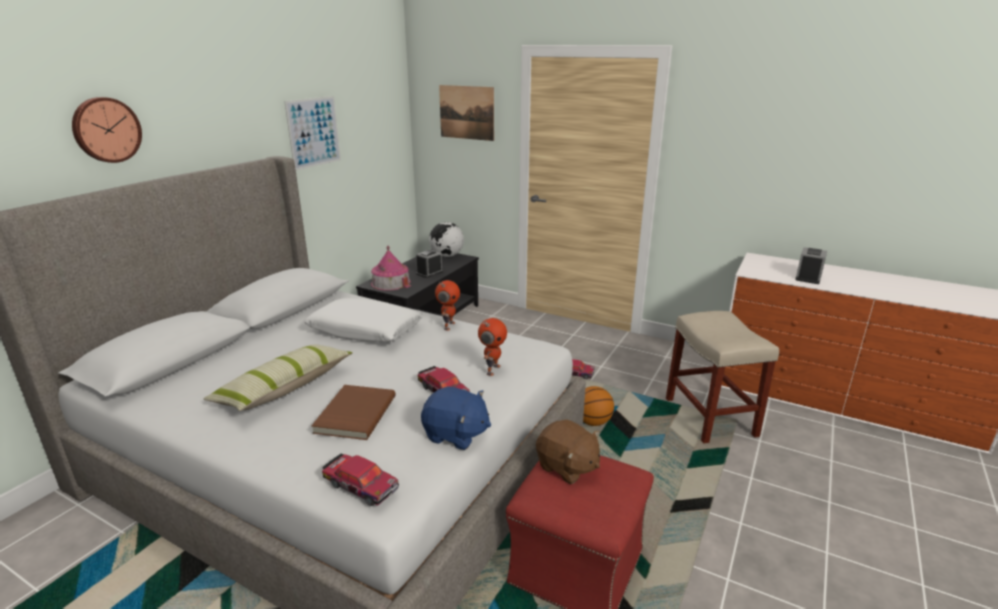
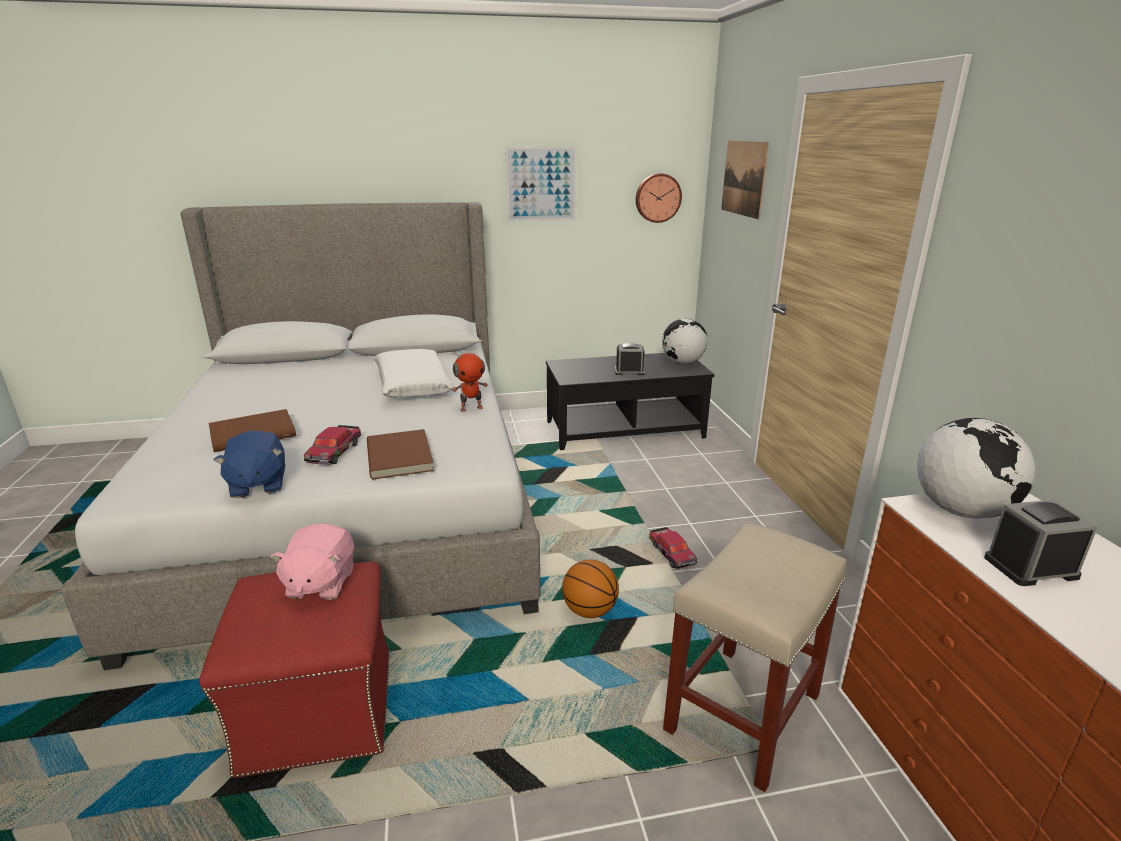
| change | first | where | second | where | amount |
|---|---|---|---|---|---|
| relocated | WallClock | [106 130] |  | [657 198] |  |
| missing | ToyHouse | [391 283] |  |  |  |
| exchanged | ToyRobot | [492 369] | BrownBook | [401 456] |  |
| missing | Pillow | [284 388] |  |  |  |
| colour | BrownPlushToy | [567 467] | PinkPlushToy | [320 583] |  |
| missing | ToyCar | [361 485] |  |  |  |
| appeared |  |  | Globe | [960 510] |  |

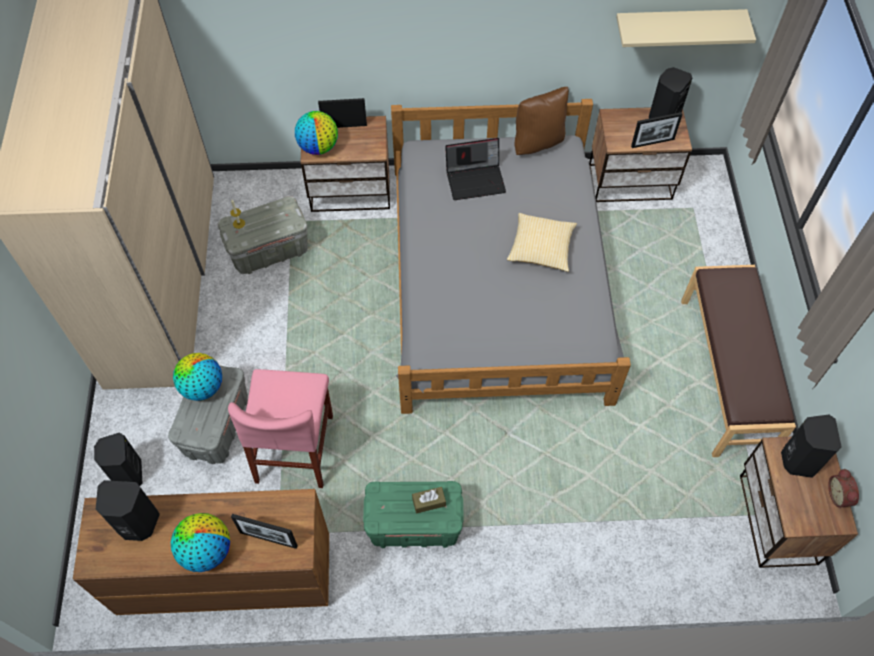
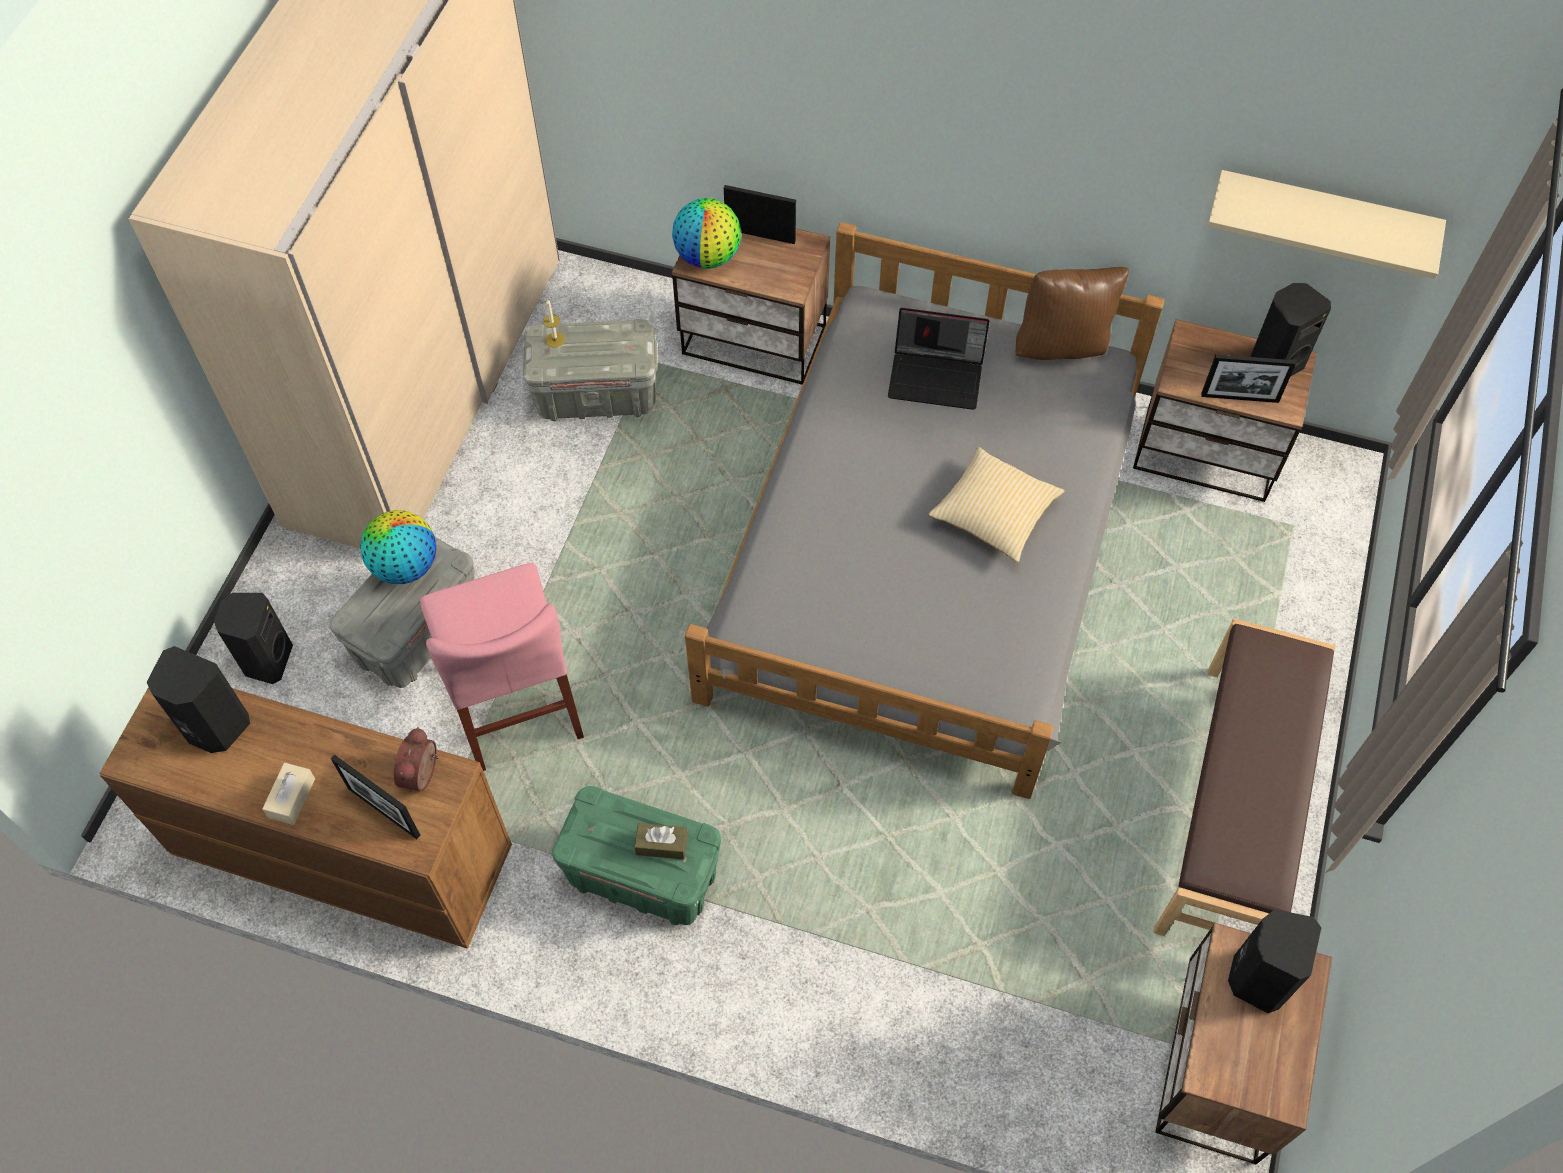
| change | first | where | second | where | amount |
|---|---|---|---|---|---|
| spun | PinkChair | [295 448] |  | [515 702] | 45 degrees counterclockwise |
| relocated | AlarmClock | [839 495] |  | [423 774] |  |
| exchanged | Globe | [206 550] | BeigeTissueBox | [292 798] |  |

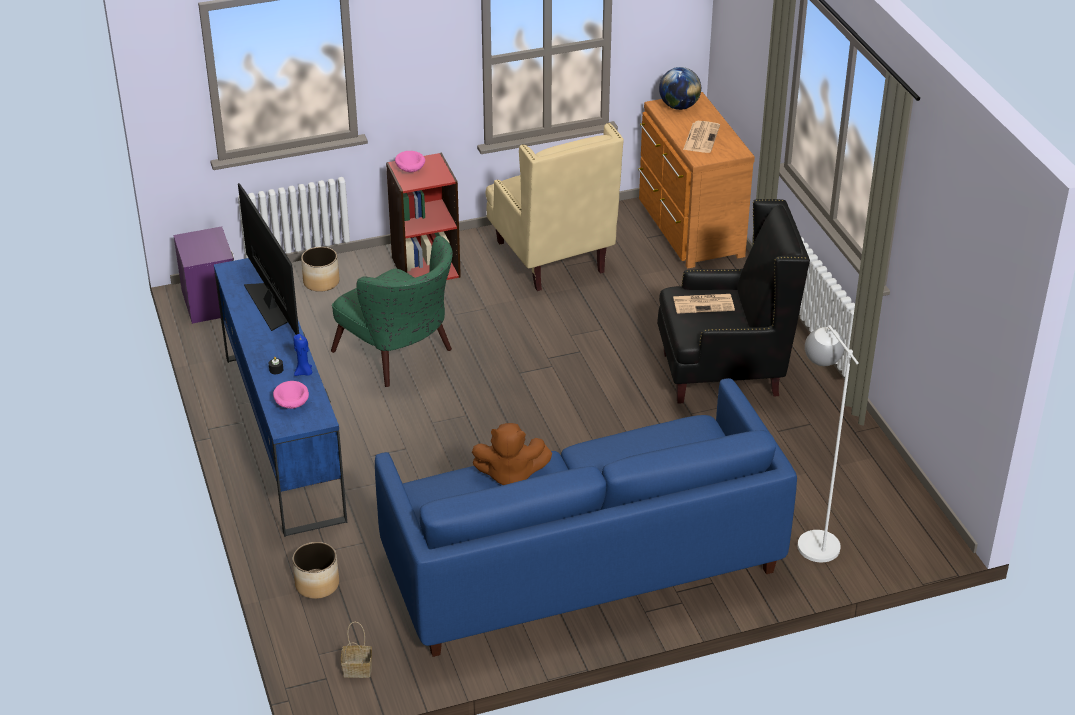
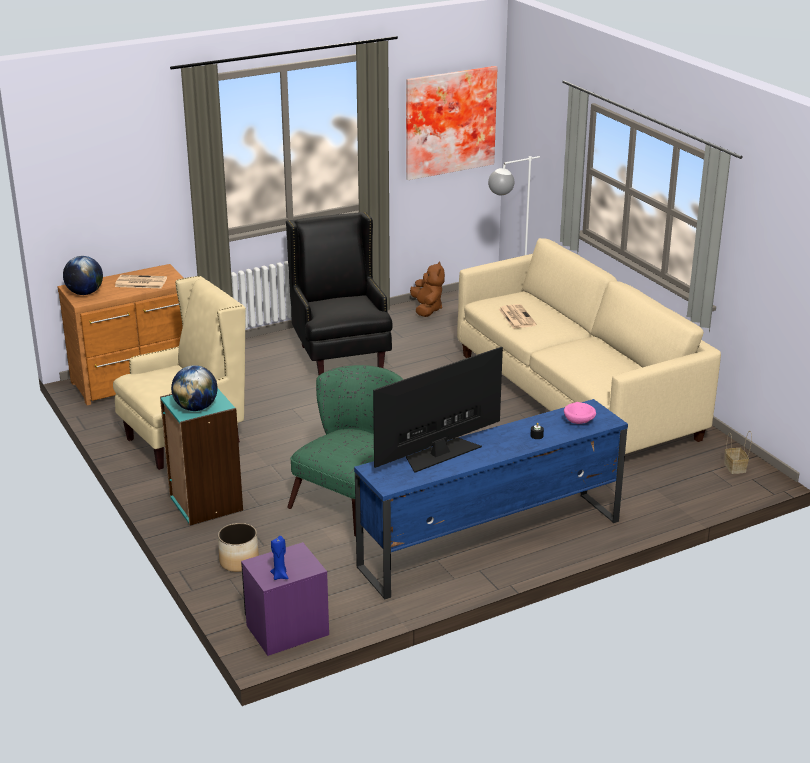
| change | first | where | second | where | amount |
|---|---|---|---|---|---|
| exchanged | PinkBowl | [410 170] | Globe | [196 408] |  |
| colour | RedBookcase | [425 267] | TurquoiseBookcase | [205 503] |  |
| relocated | Newspaper | [704 304] |  | [516 317] |  |
| relocated | BlueCandle | [304 372] |  | [280 576] |  |
| colour | BlueSofa | [581 562] | BeigeSofa | [575 396] |  |
| relocated | BrownPlushToy | [510 475] |  | [427 309] |  |
| missing | Planter | [317 584] |  |  |  |
| appeared |  |  | Picture | [448 121] |  |

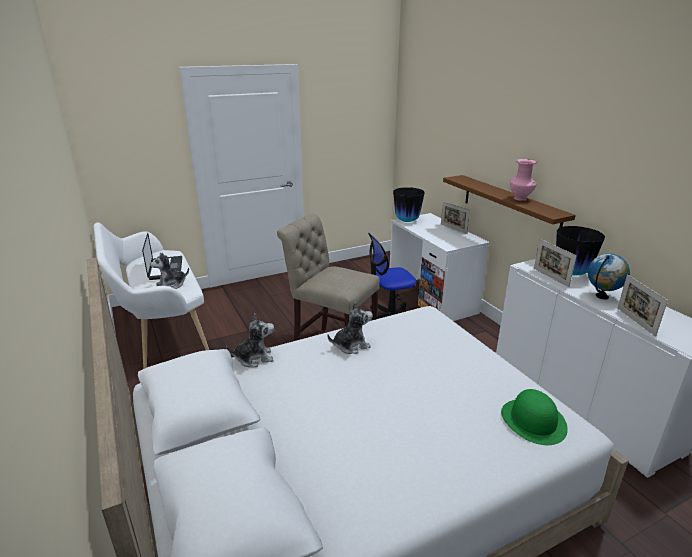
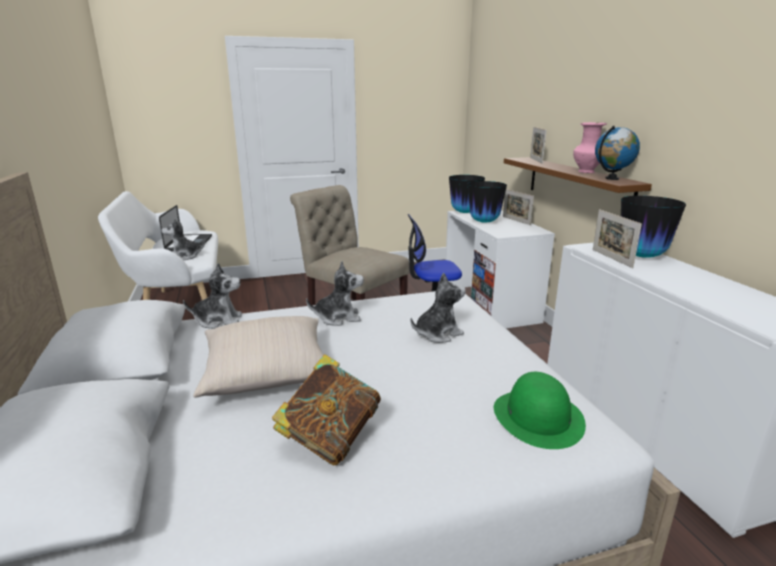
| change | first | where | second | where | amount |
|---|---|---|---|---|---|
| relocated | Globe | [602 296] |  | [612 179] |  |
| relocated | PictureFrame | [635 321] |  | [536 160] |  |
| appeared |  |  | Vase | [484 222] |  |
| appeared |  |  | PlushToy | [437 334] |  |
| appeared |  |  | BeigePillow | [267 373] |  |
| appeared |  |  | Book | [330 438] |  |

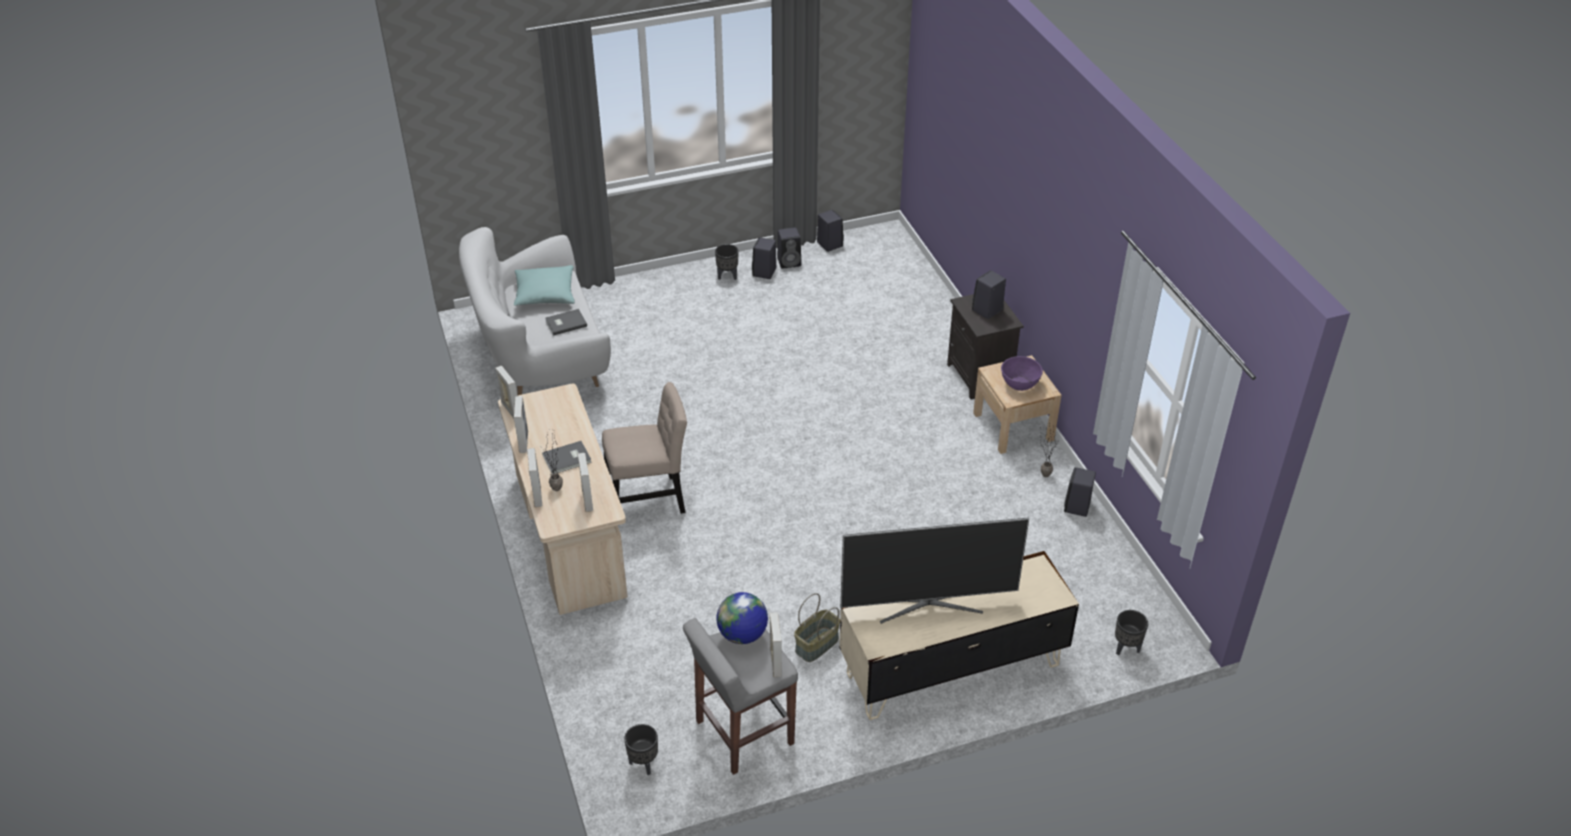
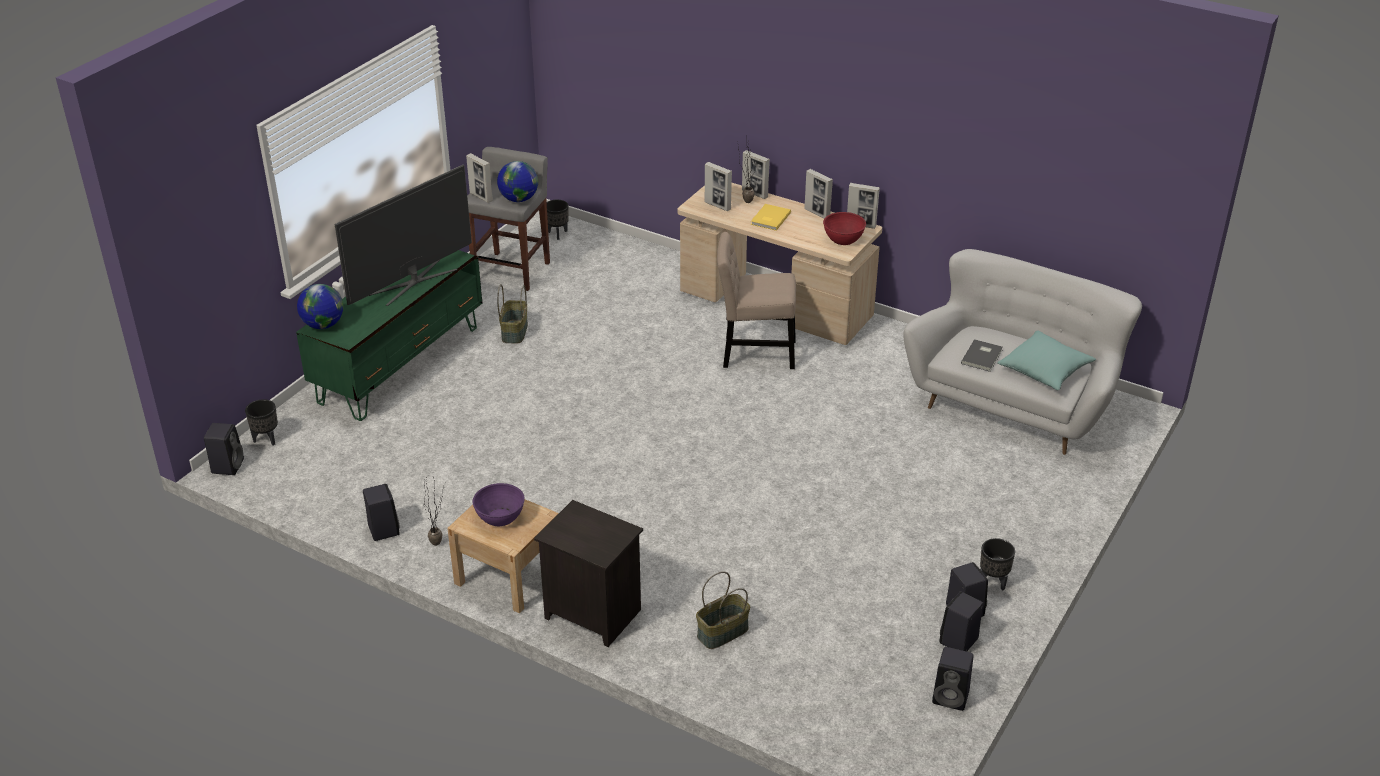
| change | first | where | second | where | amount |
|---|---|---|---|---|---|
| relocated | BlackSpeaker | [986 310] |  | [227 465] |  |
| spun | BeigeChair | [649 500] |  | [754 353] | 60 degrees clockwise |
| colour | GreyBook | [568 459] | YellowBook | [769 218] |  |
| colour | BeigeTvStand | [951 668] | GreenTvStand | [400 364] |  |
| appeared |  |  | RedBowl | [843 239] |  |
| appeared |  |  | Globe | [323 325] |  |
| appeared |  |  | Basket | [722 633] |  |

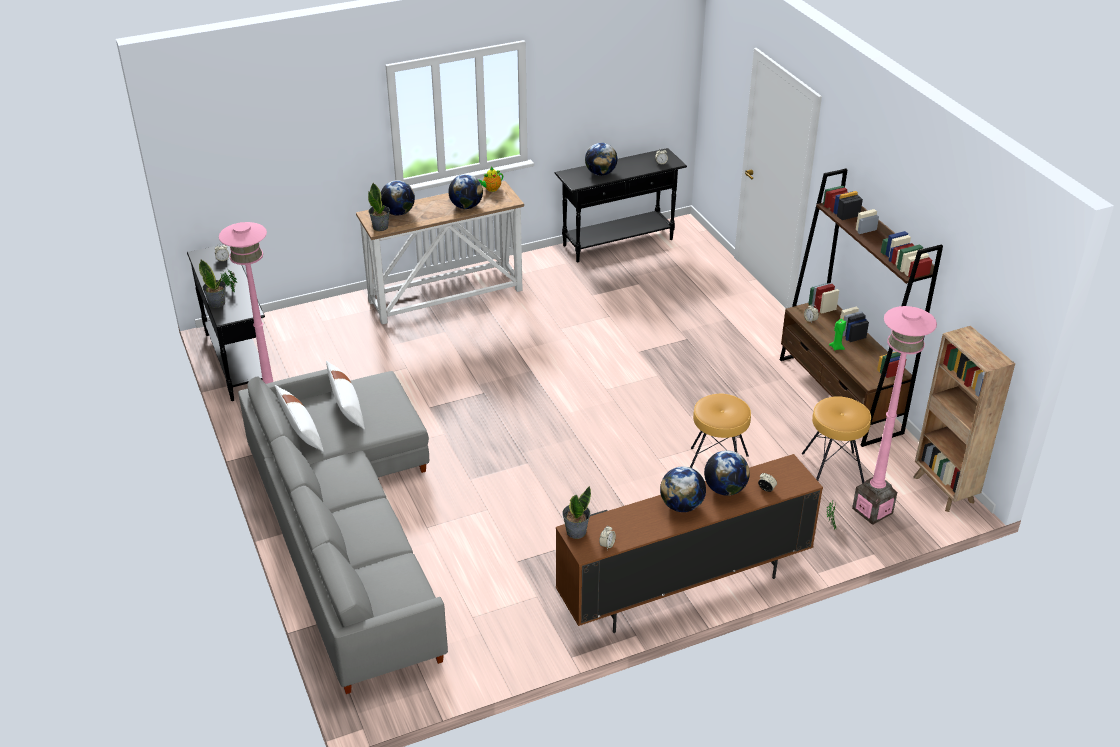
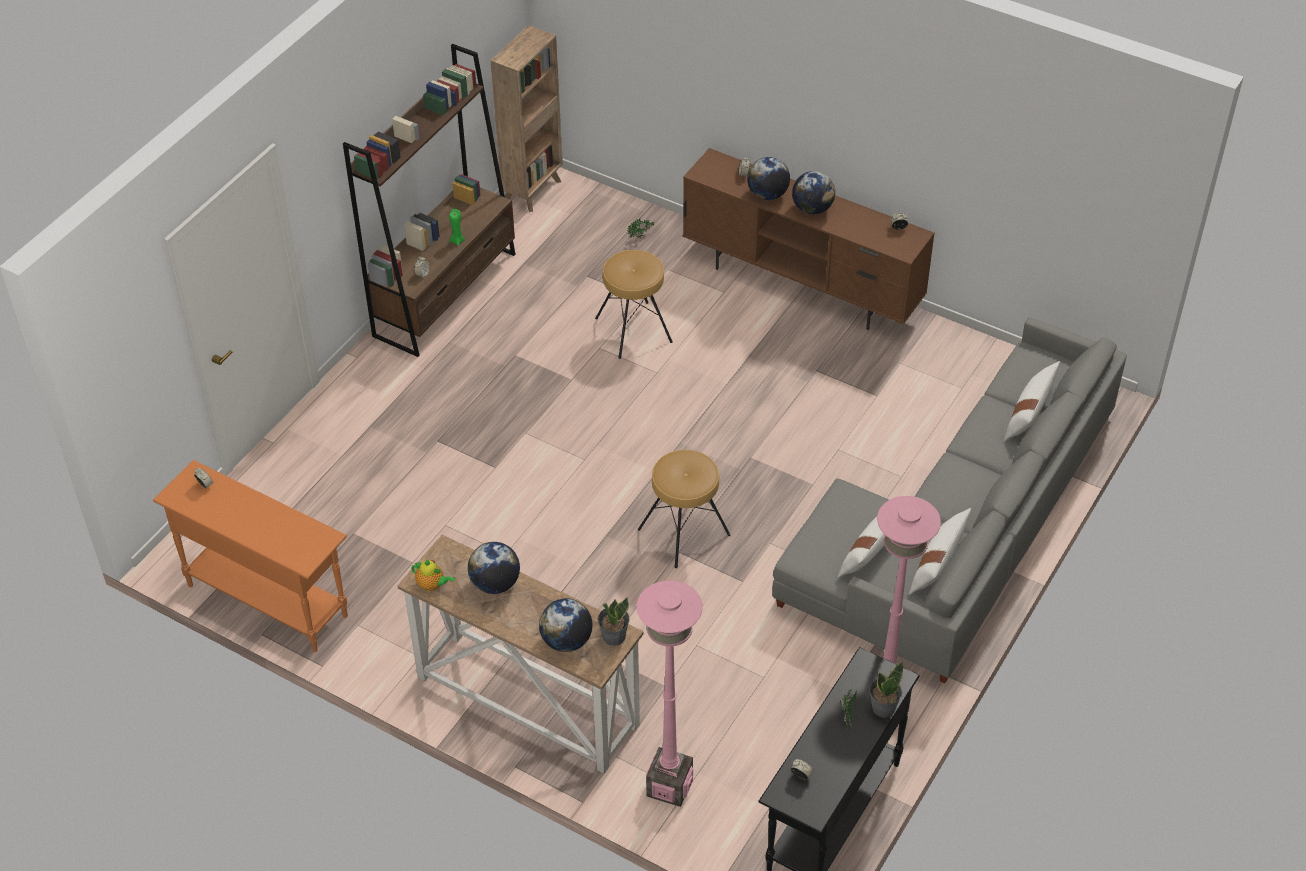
| change | first | where | second | where | amount |
|---|---|---|---|---|---|
| missing | Globe | [601 173] |  |  |  |
| colour | BlackConsoleTable | [618 242] | OrangeConsoleTable | [267 600] |  |
| relocated | PinkFloorLamp | [872 511] |  | [670 786] |  |
| relocated | BrownStool | [832 471] |  | [684 532] |  |
| missing | PottedPlant | [576 531] |  |  |  |
| appeared |  |  | WhitePillow | [1029 414] |  |

